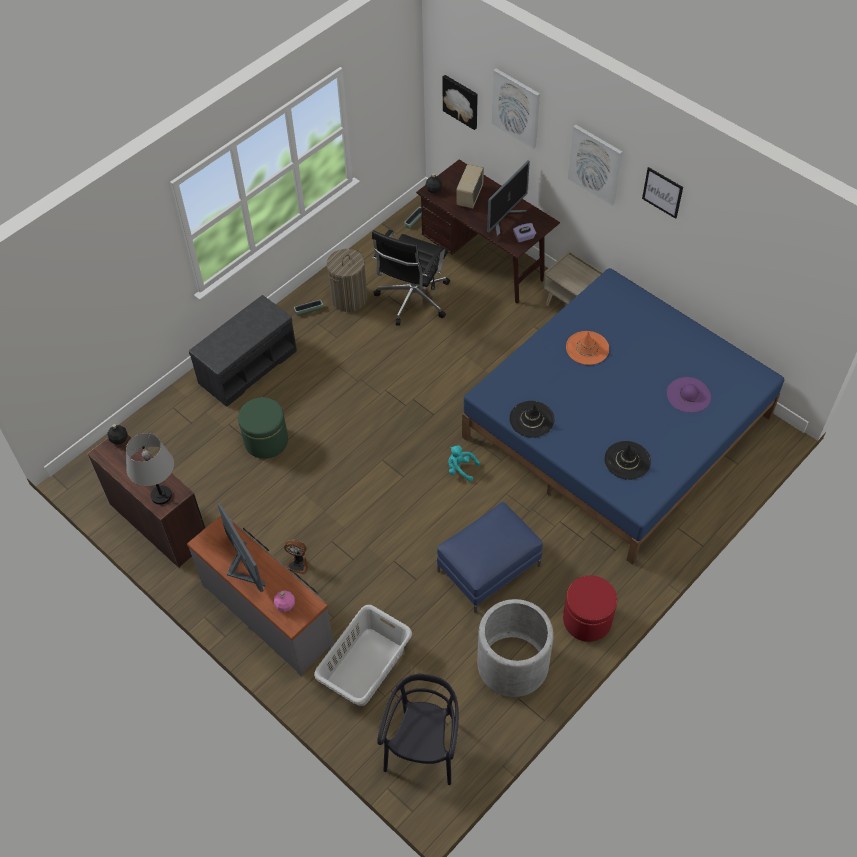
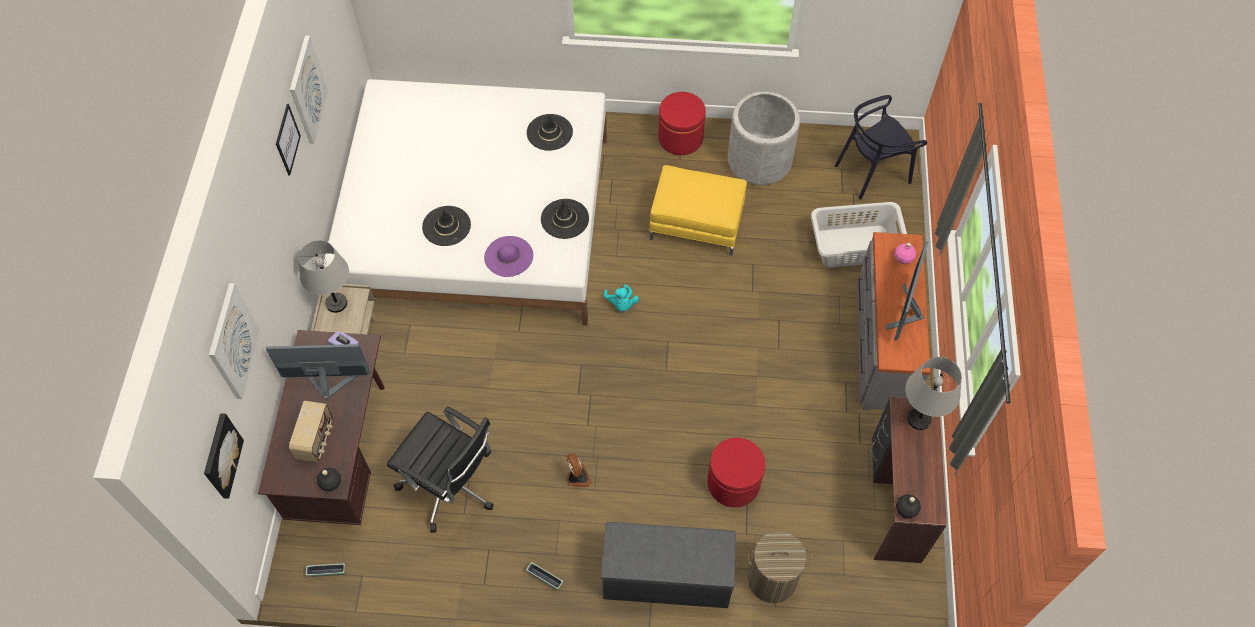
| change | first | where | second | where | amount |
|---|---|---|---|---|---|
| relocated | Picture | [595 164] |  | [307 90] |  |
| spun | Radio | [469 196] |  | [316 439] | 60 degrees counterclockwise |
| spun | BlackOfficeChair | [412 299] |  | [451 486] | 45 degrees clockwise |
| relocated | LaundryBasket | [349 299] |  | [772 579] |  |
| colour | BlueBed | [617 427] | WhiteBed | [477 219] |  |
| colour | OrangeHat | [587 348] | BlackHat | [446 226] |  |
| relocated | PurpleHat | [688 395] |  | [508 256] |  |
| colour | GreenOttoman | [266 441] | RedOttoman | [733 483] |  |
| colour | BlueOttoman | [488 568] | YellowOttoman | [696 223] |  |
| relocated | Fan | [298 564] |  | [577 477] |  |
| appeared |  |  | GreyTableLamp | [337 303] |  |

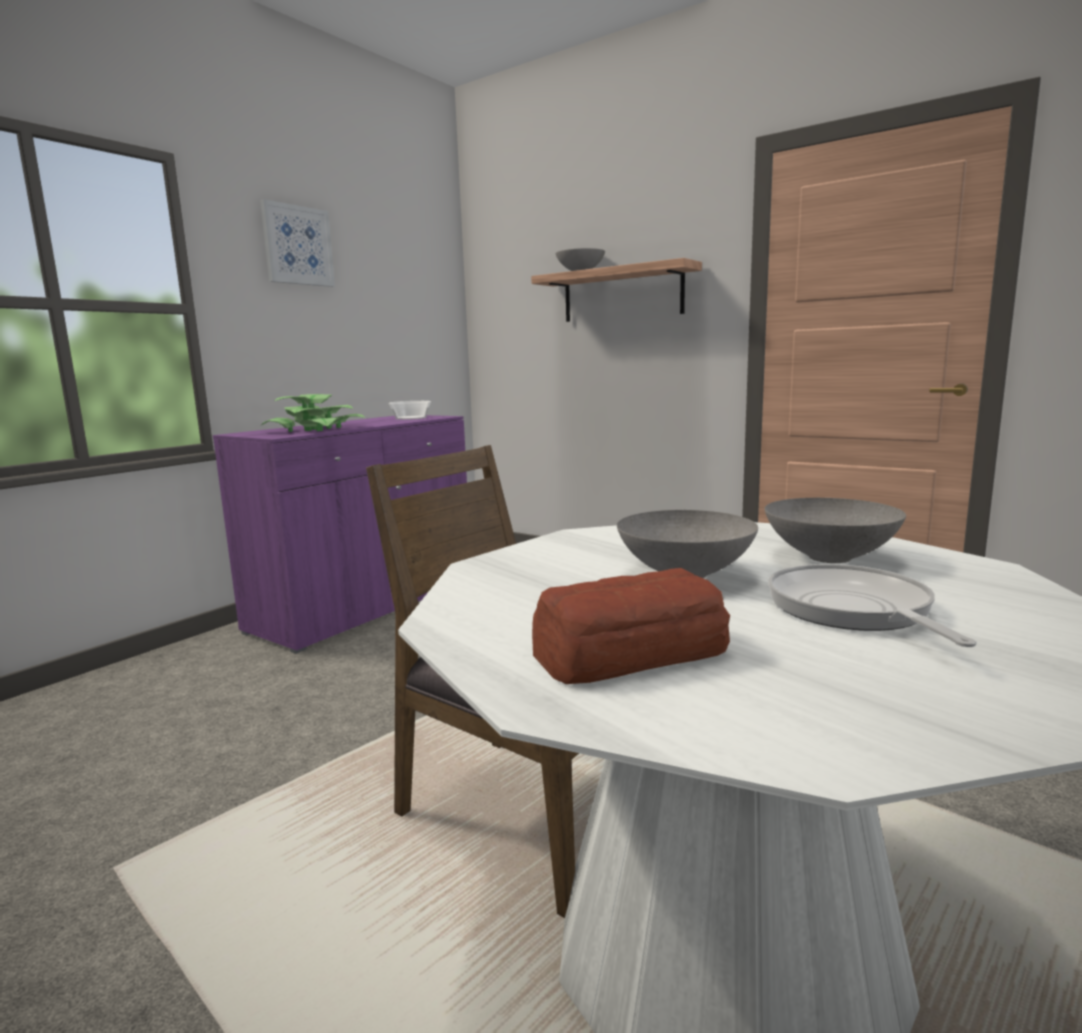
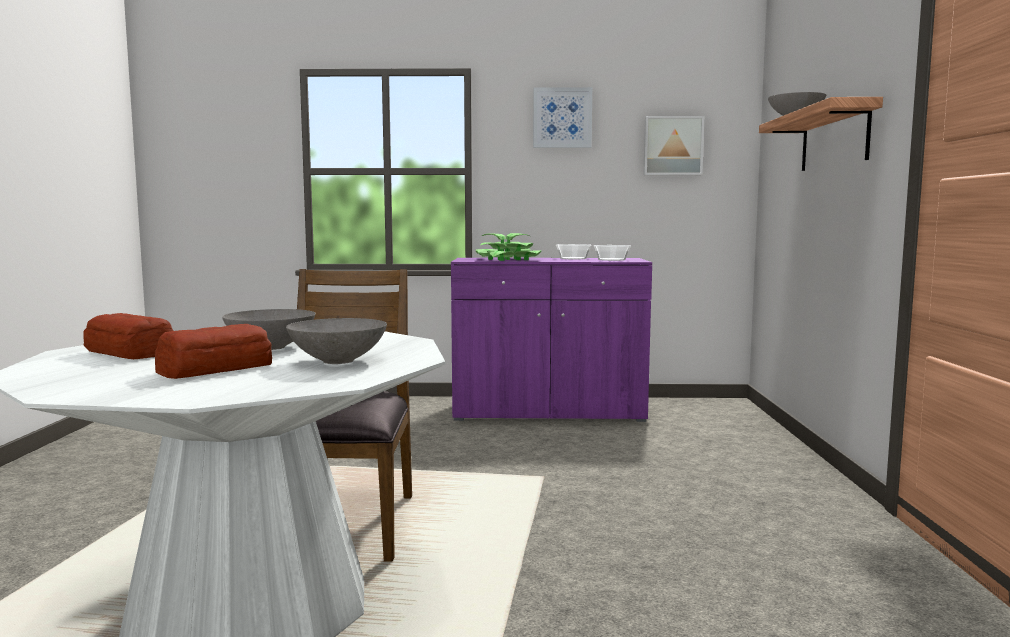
| change | first | where | second | where | amount |
|---|---|---|---|---|---|
| exchanged | FryingPan | [853 610] | Bread | [213 368] |  |
| appeared |  |  | Picture | [672 146] |  |
| appeared |  |  | Bowl | [573 258] |  |

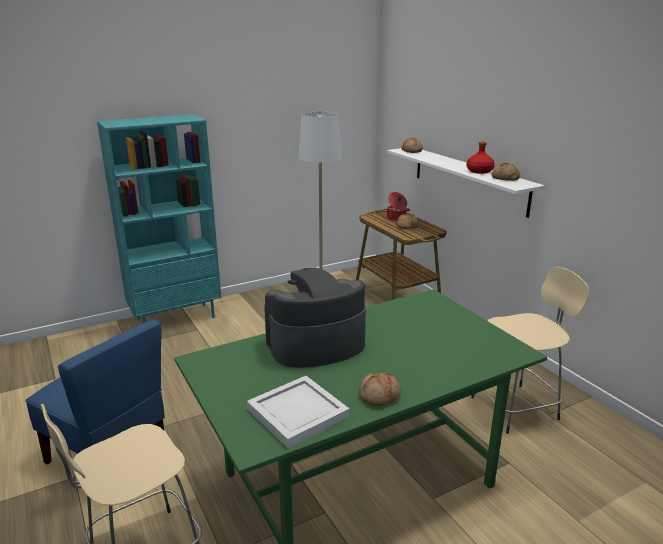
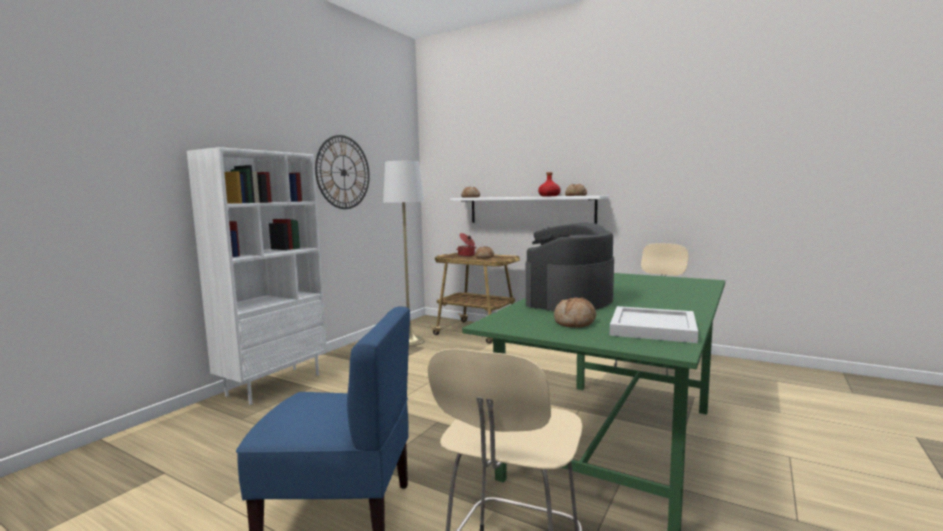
| change | first | where | second | where | amount |
|---|---|---|---|---|---|
| colour | TurquoiseBookcase | [176 318] | WhiteBookcase | [274 384] |  |
| relocated | Bread | [380 396] |  | [575 322] |  |
| appeared |  |  | WallClock | [343 172] |  |

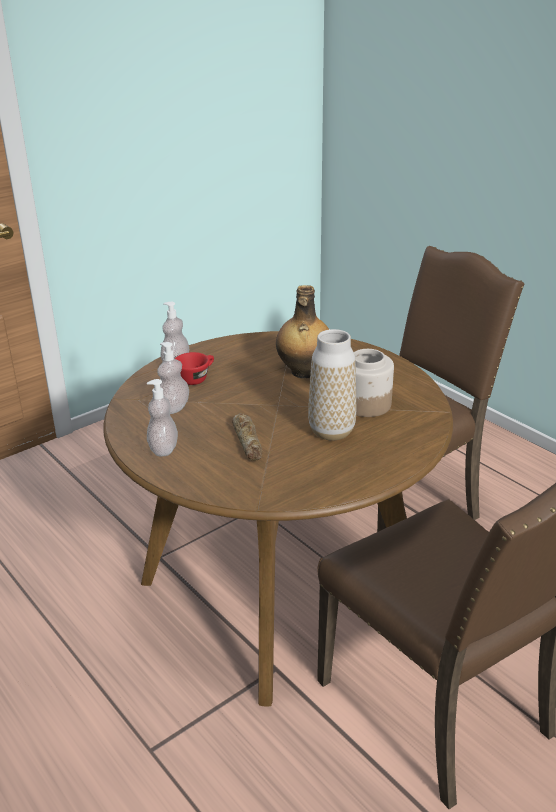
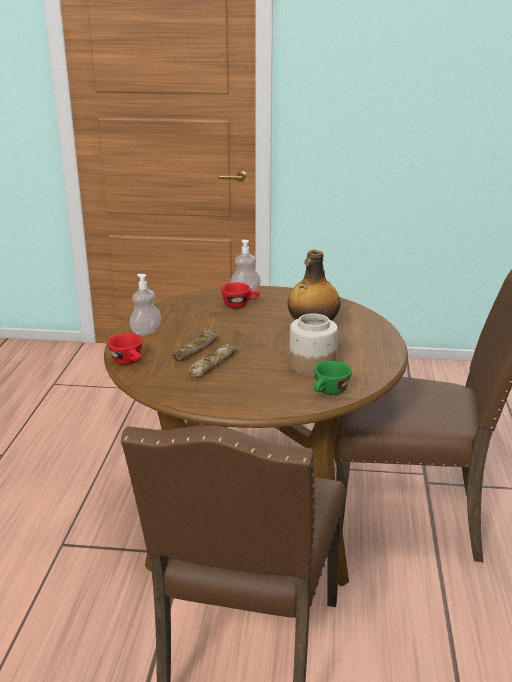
| change | first | where | second | where | amount |
|---|---|---|---|---|---|
| missing | Vase | [331 431] |  |  |  |
| missing | SoapDispenser | [173 408] |  |  |  |
| appeared |  |  | RedCup | [129 362] |  |
| appeared |  |  | Bread | [212 365] |  |
| appeared |  |  | GreenCup | [329 392] |  |

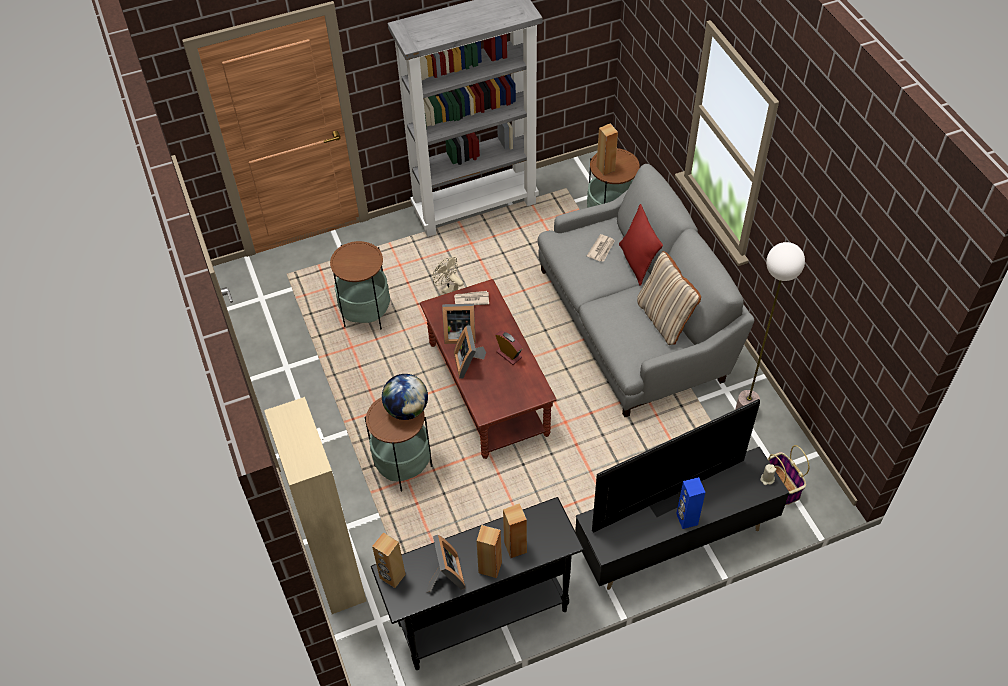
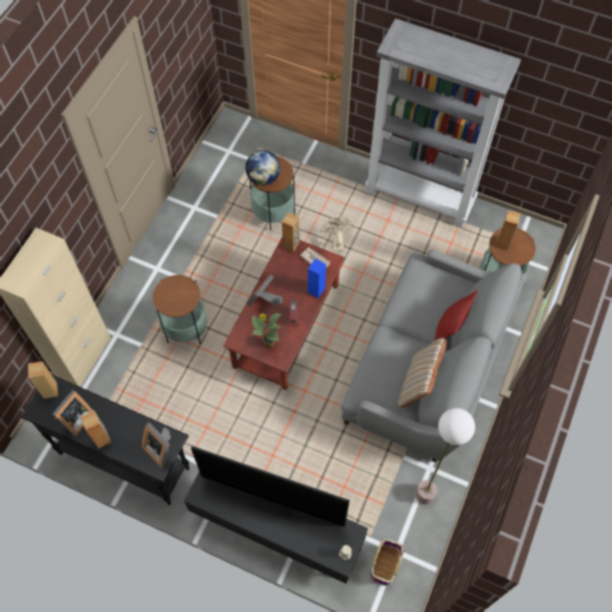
| change | first | where | second | where | amount |
|---|---|---|---|---|---|
| missing | Newspaper | [601 249] |  |  |  |
| relocated | PictureFrame | [458 334] |  | [161 448] |  |
| relocated | Globe | [406 409] |  | [263 178] |  |
| relocated | BlueSpeaker | [686 519] |  | [316 290] |  |
| relocated | BrownSpeaker | [515 547] |  | [291 245] |  |
| appeared |  |  | PottedPlant | [268 344] |  |

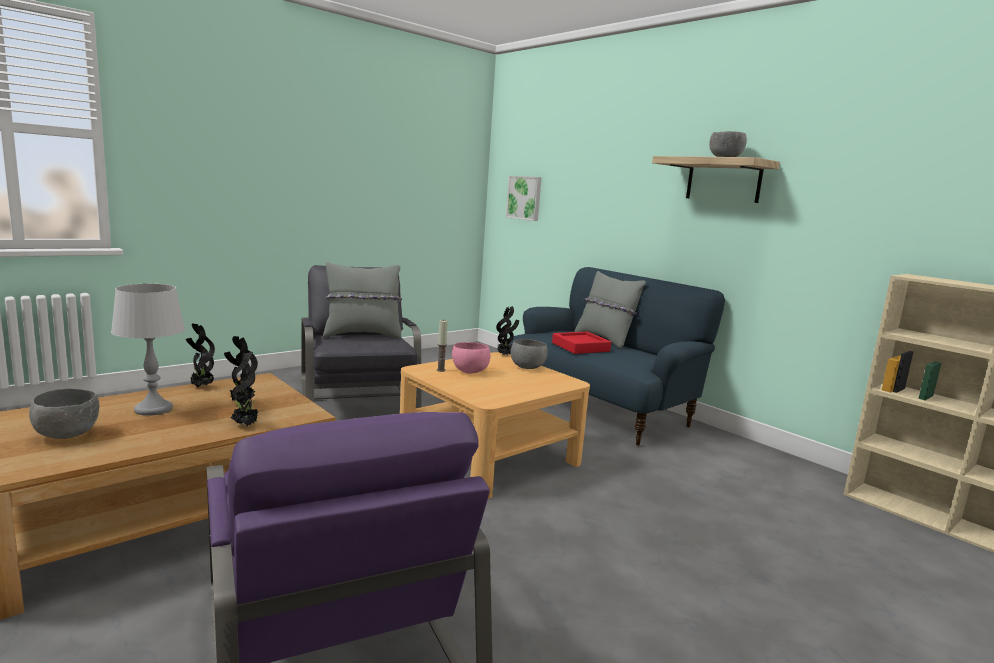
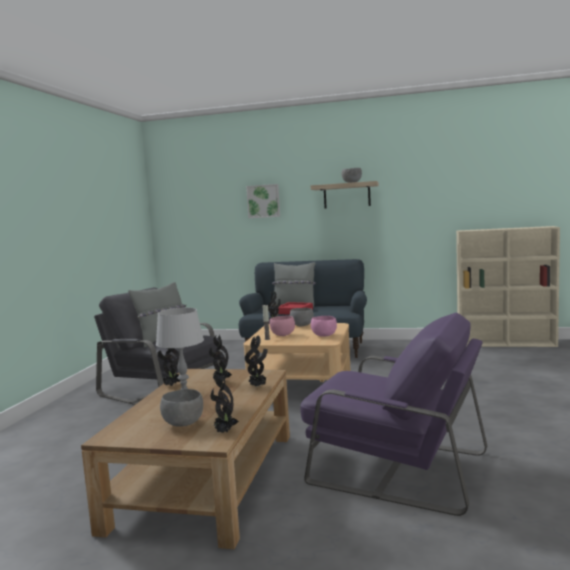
| change | first | where | second | where | amount |
|---|---|---|---|---|---|
| relocated | Picture | [525 198] |  | [263 201] |  |
| appeared |  |  | PinkBowl | [324 335] |  |
| appeared |  |  | PottedPlant | [224 432] |  |

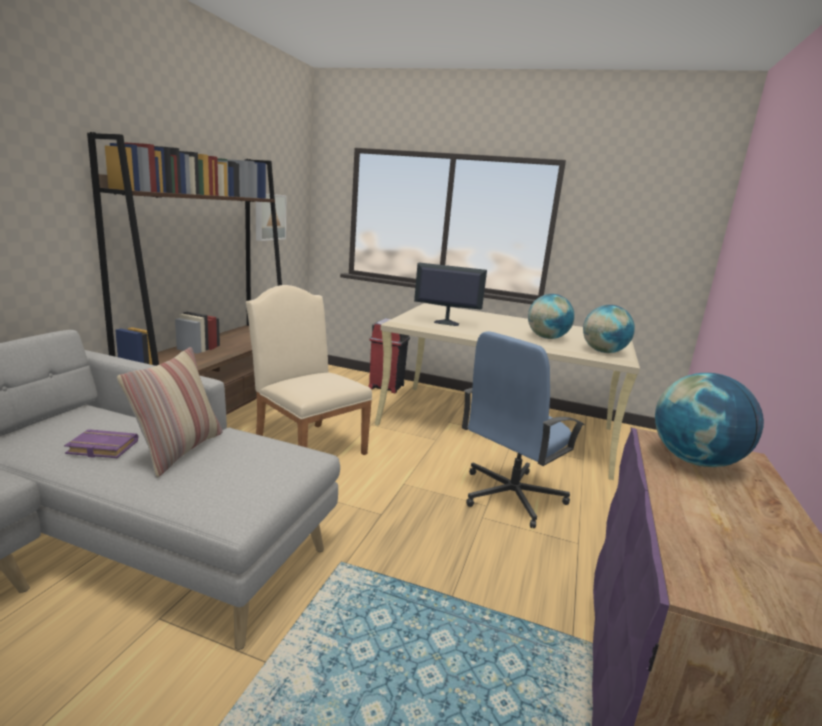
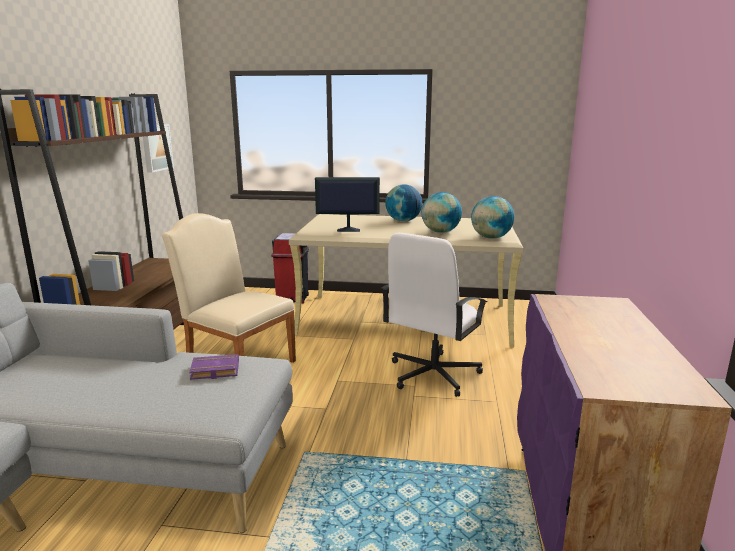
| change | first | where | second | where | amount |
|---|---|---|---|---|---|
| colour | BlueOfficeChair | [510 496] | WhiteOfficeChair | [432 374] |  |
| missing | Pillow | [179 451] |  |  |  |
| relocated | Globe | [695 461] |  | [403 221] |  |
| relocated | PurpleBook | [100 448] |  | [214 371] |  |

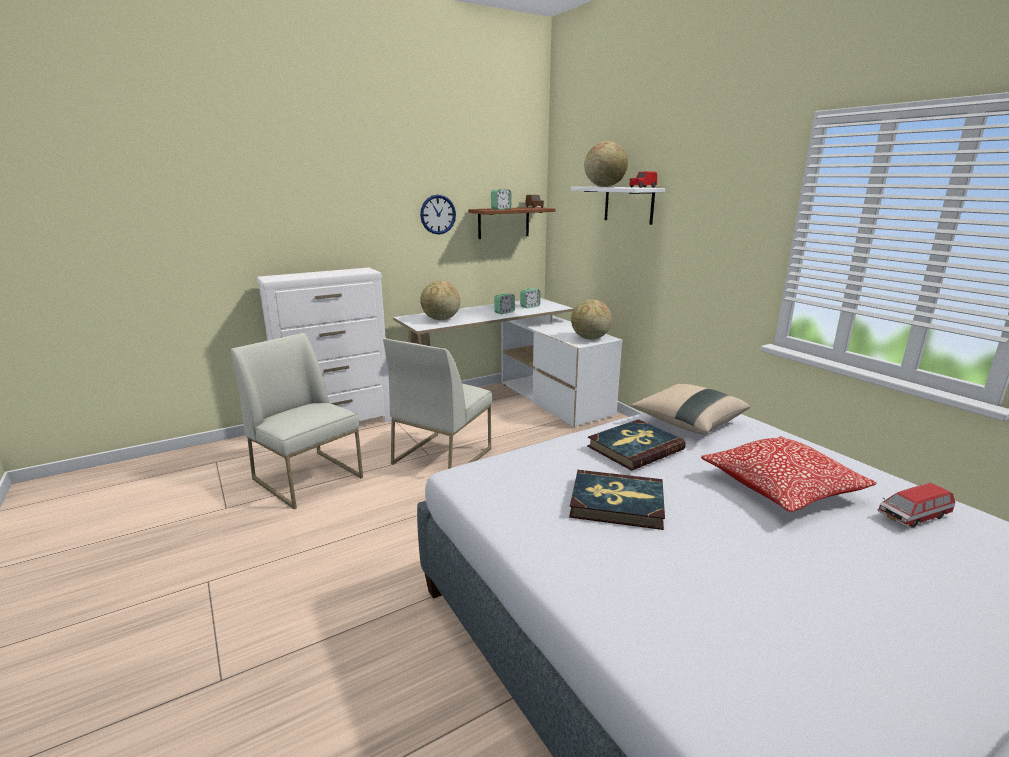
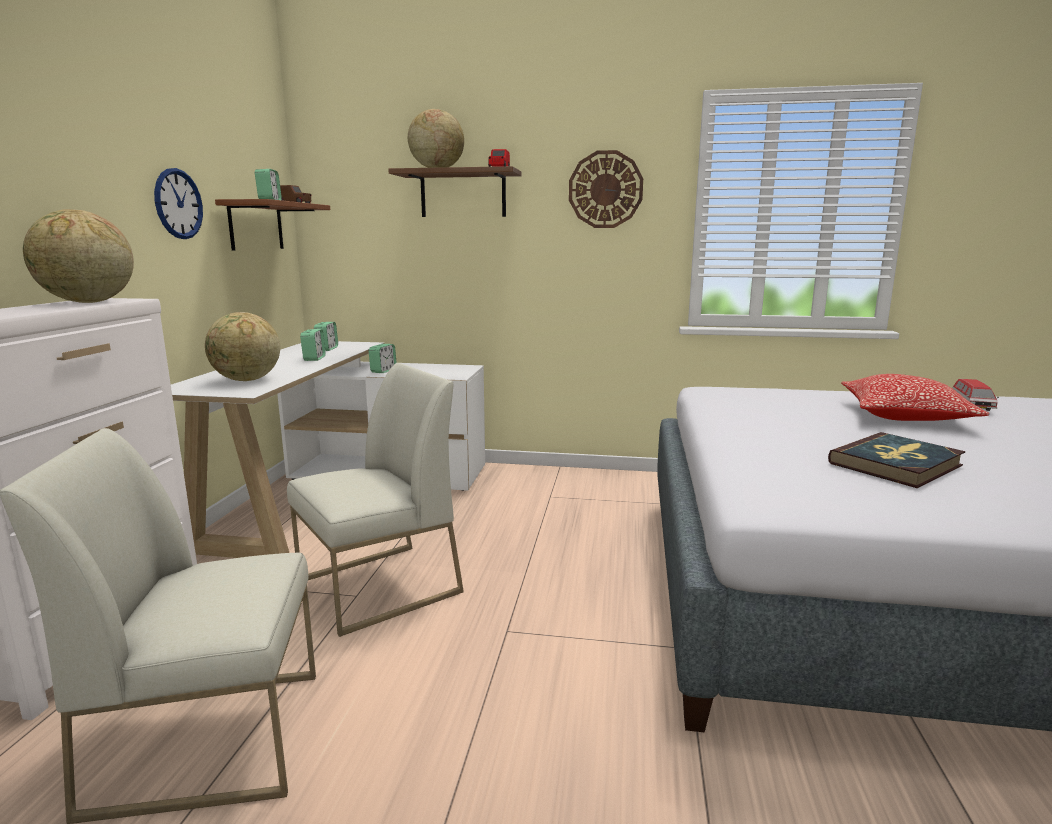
| change | first | where | second | where | amount |
|---|---|---|---|---|---|
| colour | WhiteShelf | [628 204] | BrownShelf | [463 194] |  |
| relocated | Globe | [590 338] |  | [87 302] |  |
| spun | WhiteChair | [442 456] |  | [378 587] | 105 degrees counterclockwise |
| missing | BeigePillow | [687 422] |  |  |  |
| missing | Book | [634 448] |  |  |  |
| appeared |  |  | WallClock | [605 189] |  |
| appeared |  |  | AlarmClock | [383 371] |  |

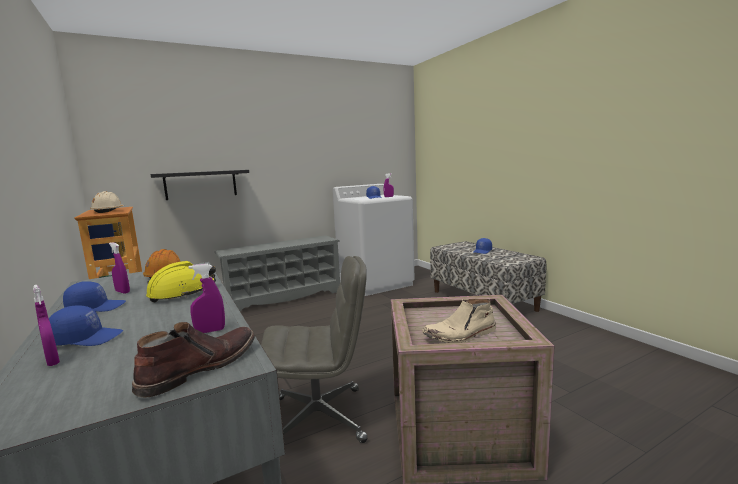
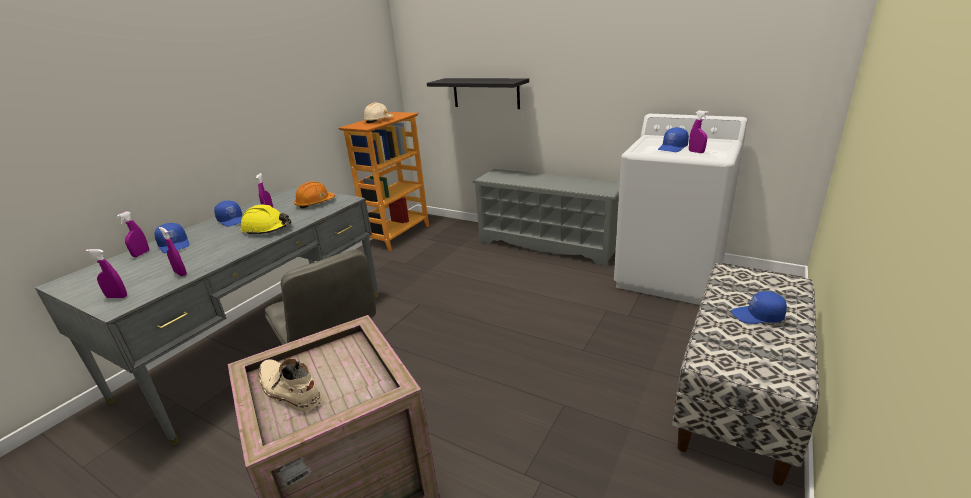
| change | first | where | second | where | amount |
|---|---|---|---|---|---|
| exchanged | BrownBoot | [200 368] | PurpleSprayBottle | [117 297] |  |

